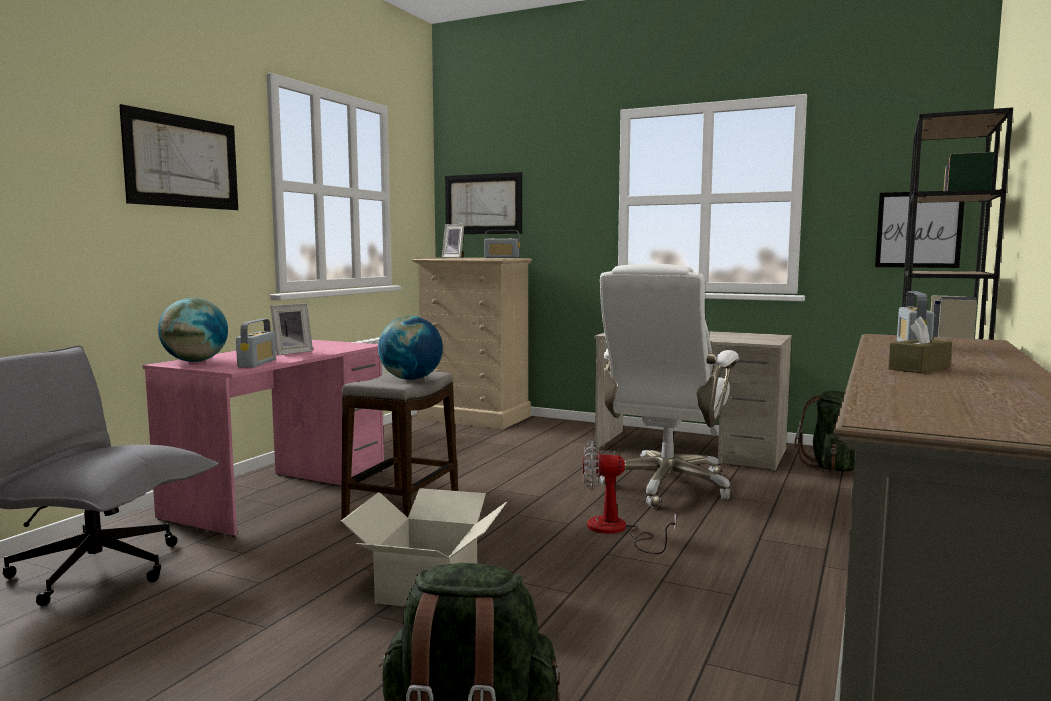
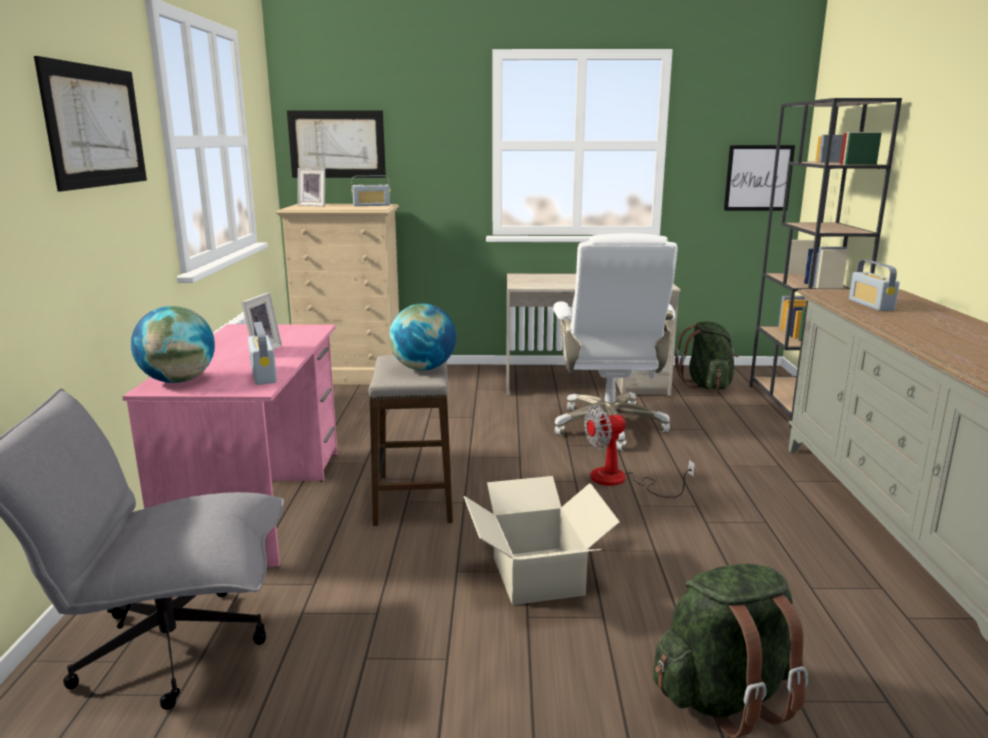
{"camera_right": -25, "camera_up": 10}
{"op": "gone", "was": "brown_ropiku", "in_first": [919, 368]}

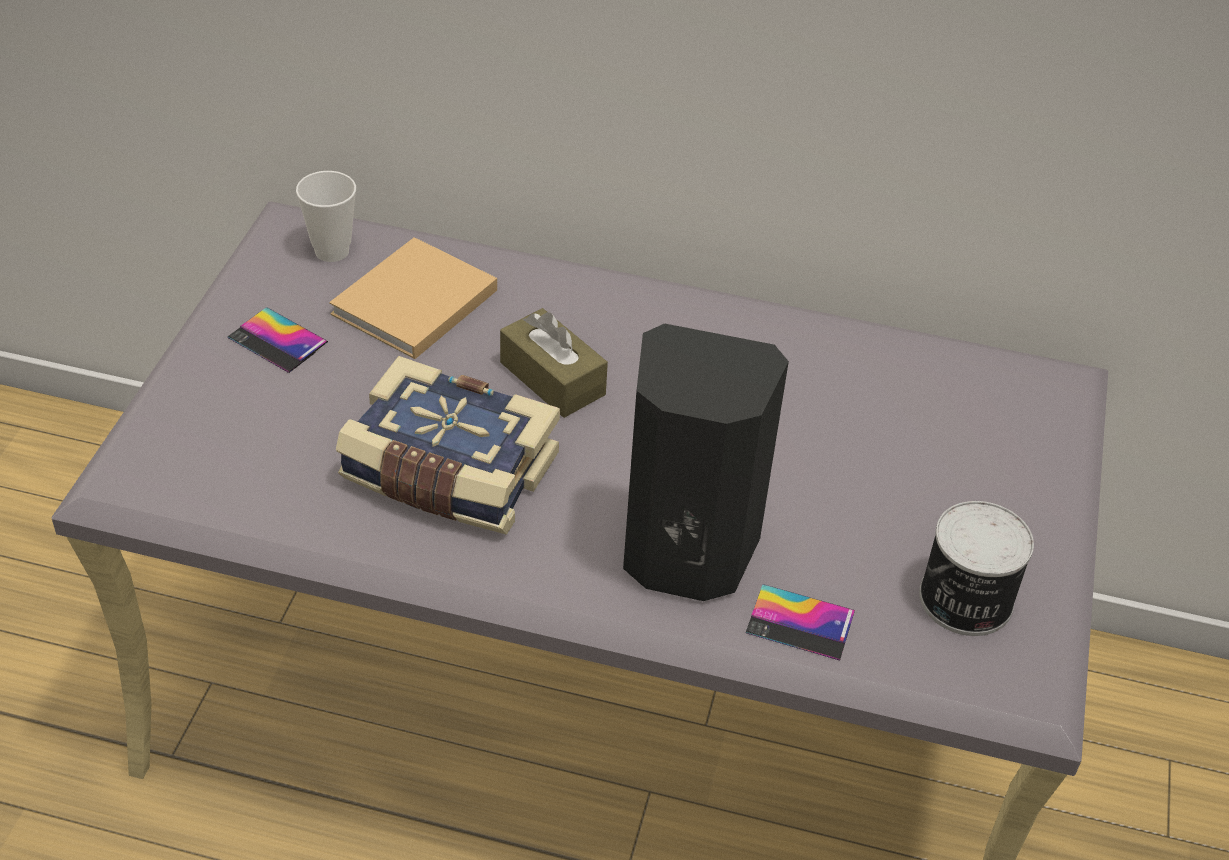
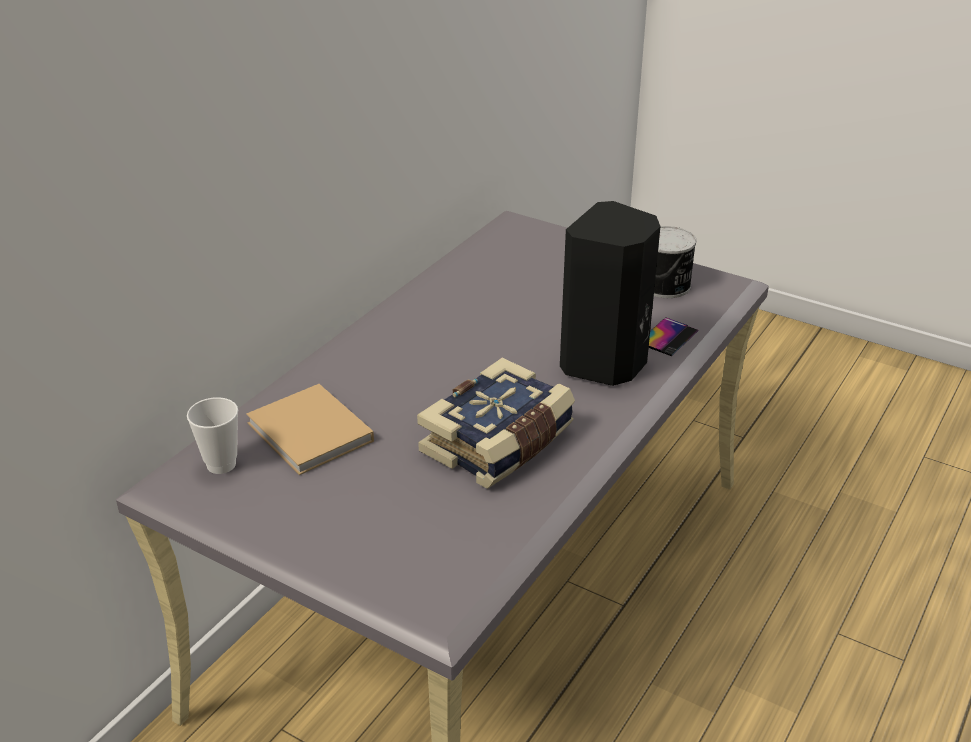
{"camera_right": -70, "camera_up": -10}
{"op": "gone", "was": "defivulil", "in_first": [277, 340]}
{"op": "gone", "was": "brown_ropiku", "in_first": [552, 378]}

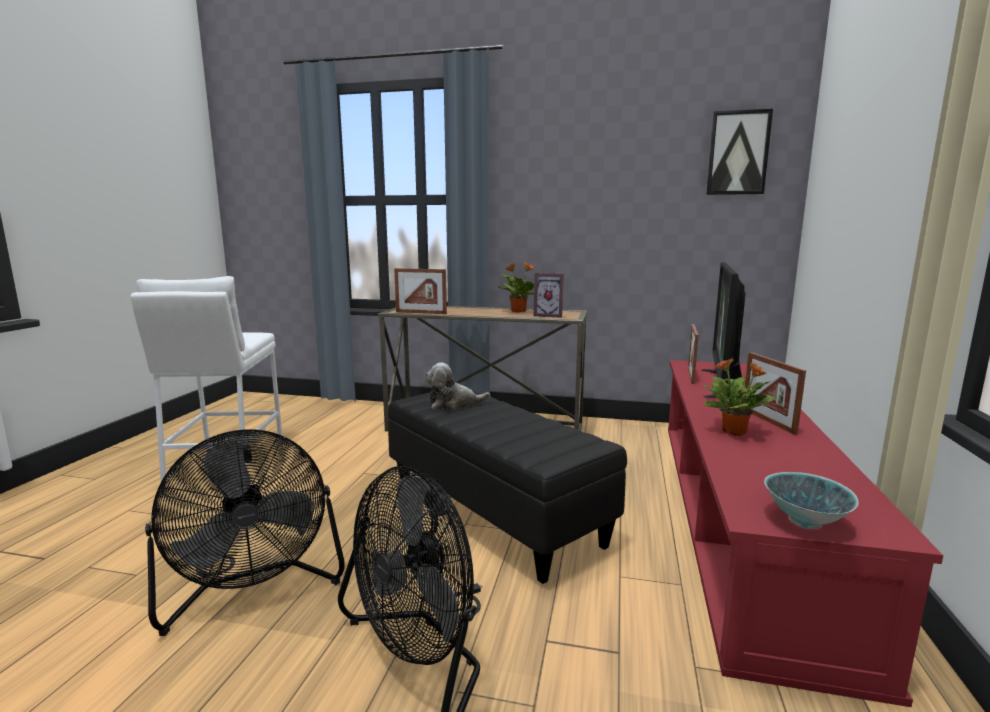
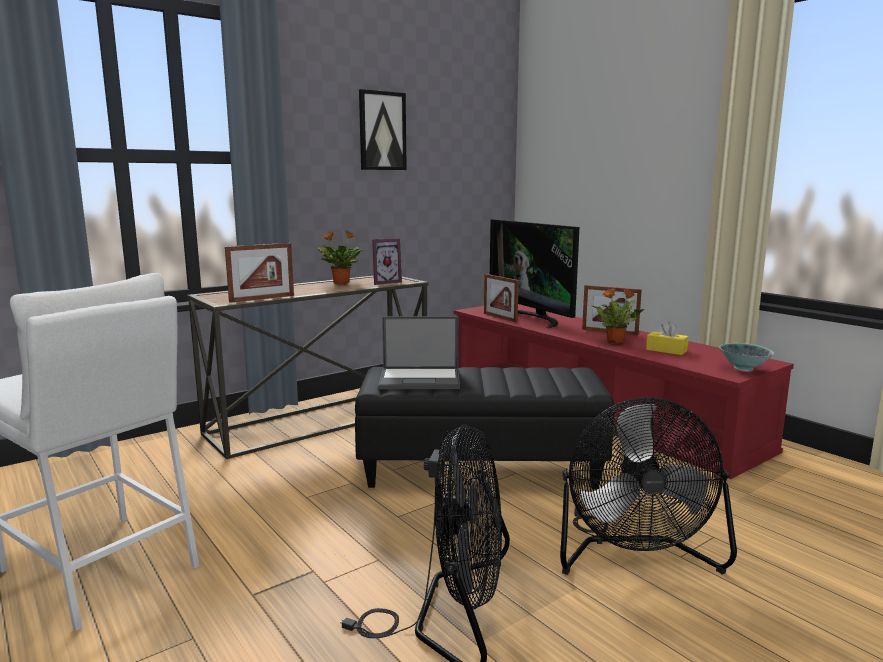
{"camera_right": -50, "camera_up": 0}
{"op": "shifted", "was": "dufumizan", "in_first": [737, 153], "in_second": [382, 131]}
{"op": "swapped", "was": "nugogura", "now": "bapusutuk", "in_first": [453, 404], "in_second": [421, 379]}
{"op": "new", "now": "yellow_ropiku", "in_second": [666, 350]}

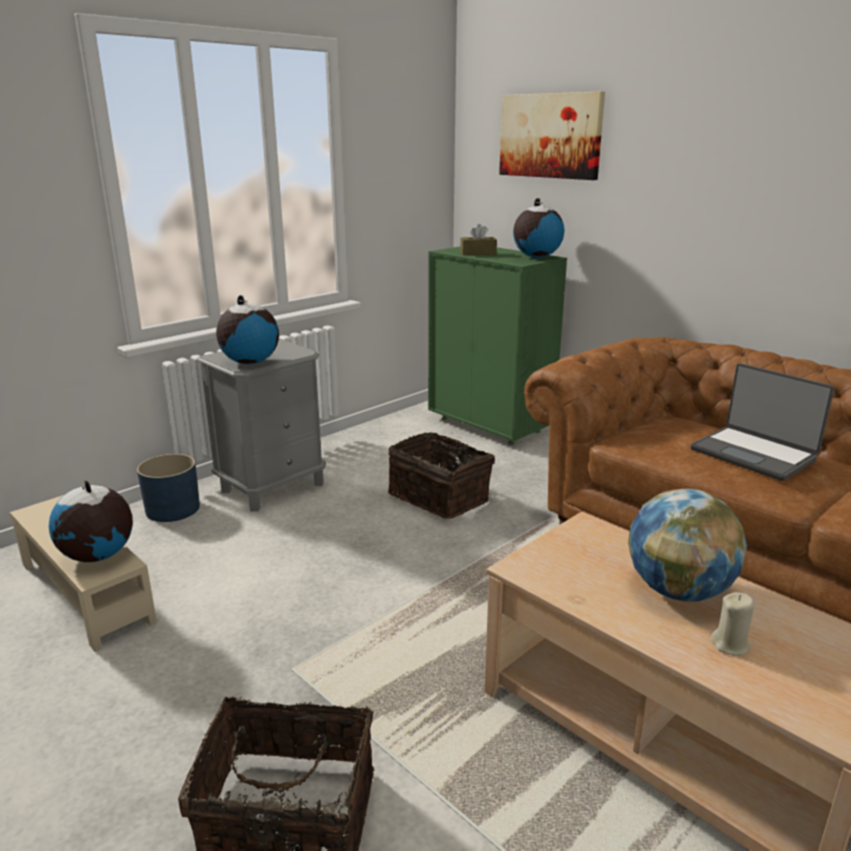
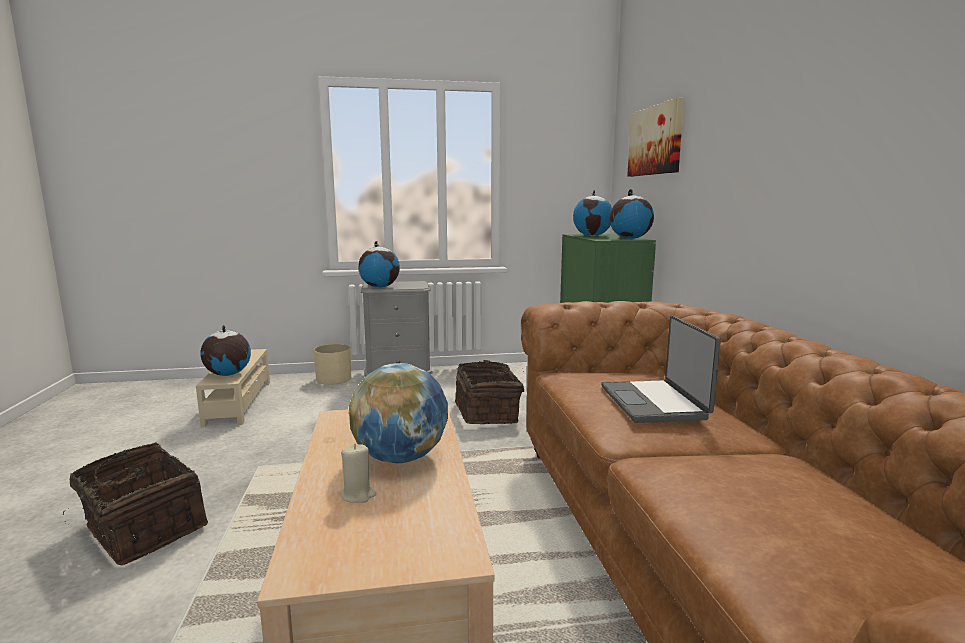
{"camera_right": 35, "camera_up": -10}
{"op": "swapped", "was": "brown_ropiku", "now": "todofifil", "in_first": [478, 253], "in_second": [592, 236]}
{"op": "repainted", "was": "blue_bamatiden", "now": "beige_bamatiden", "in_first": [173, 509], "in_second": [334, 379]}

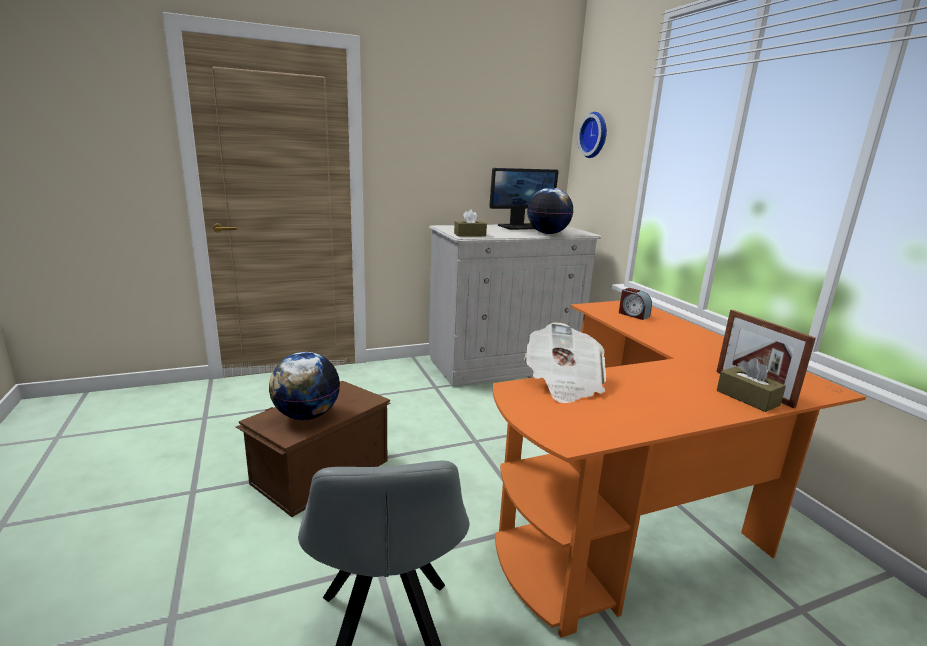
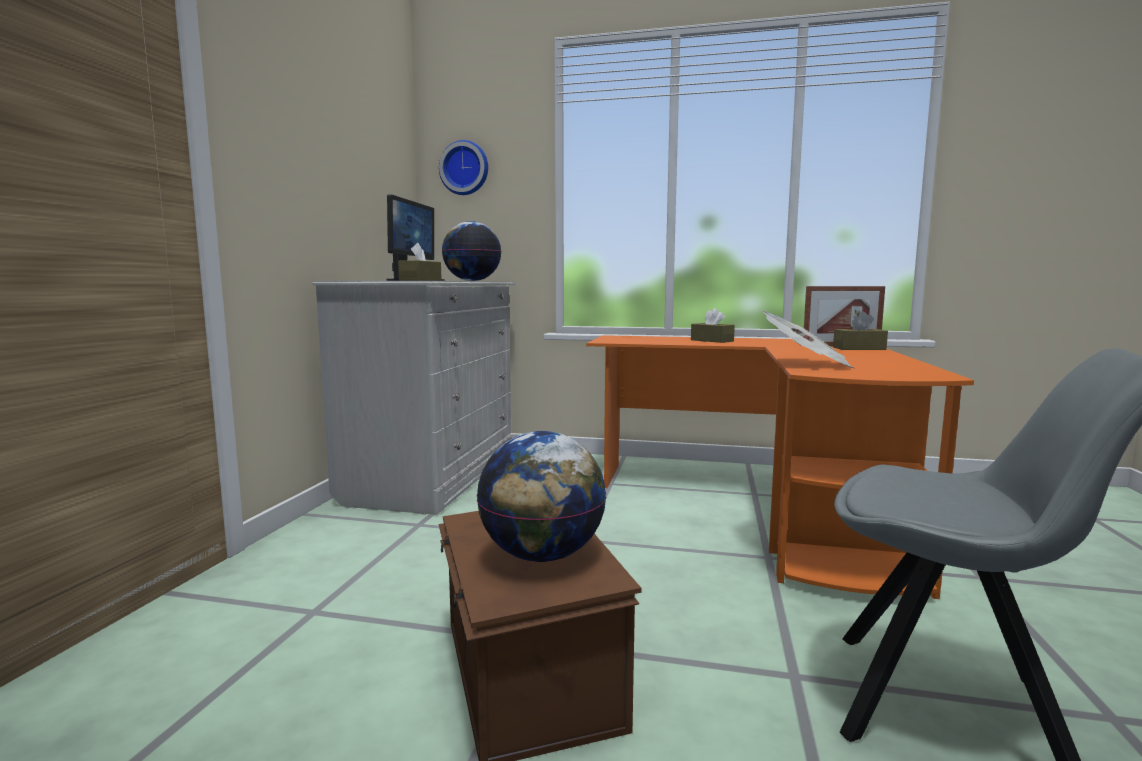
{"camera_right": -55, "camera_up": -10}
{"op": "gone", "was": "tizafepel", "in_first": [633, 315]}
{"op": "new", "now": "brown_ropiku", "in_second": [712, 340]}

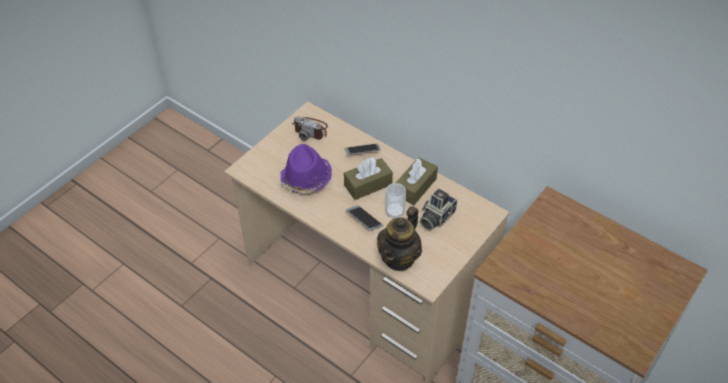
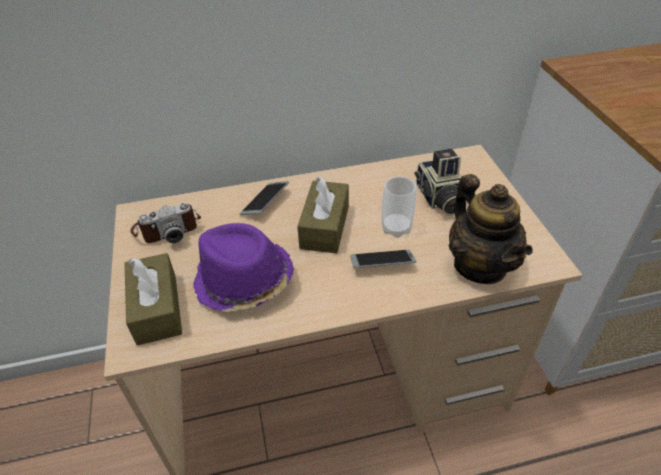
{"camera_right": -50, "camera_up": -5}
{"op": "shifted", "was": "brown_ropiku", "in_first": [415, 187], "in_second": [157, 308]}

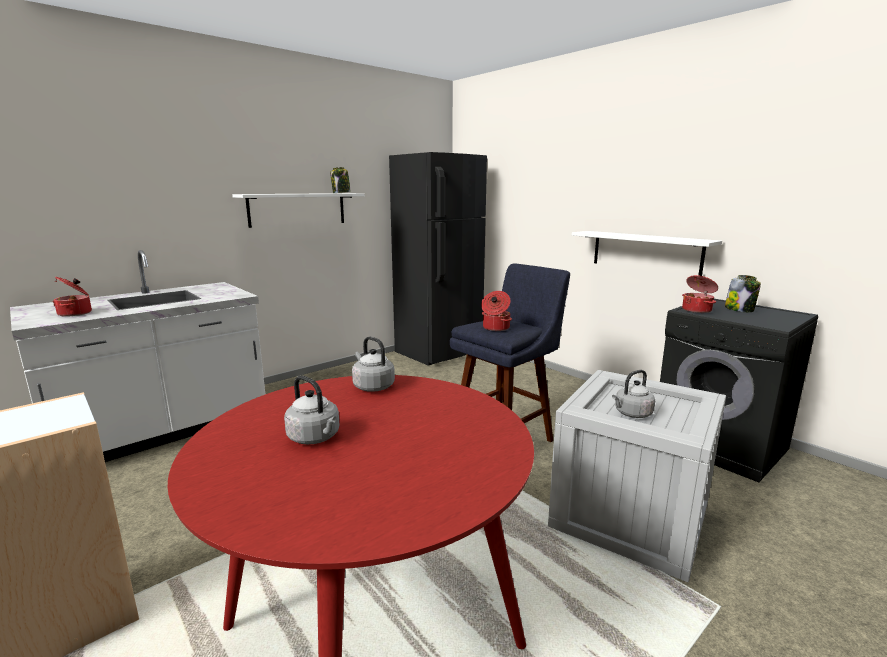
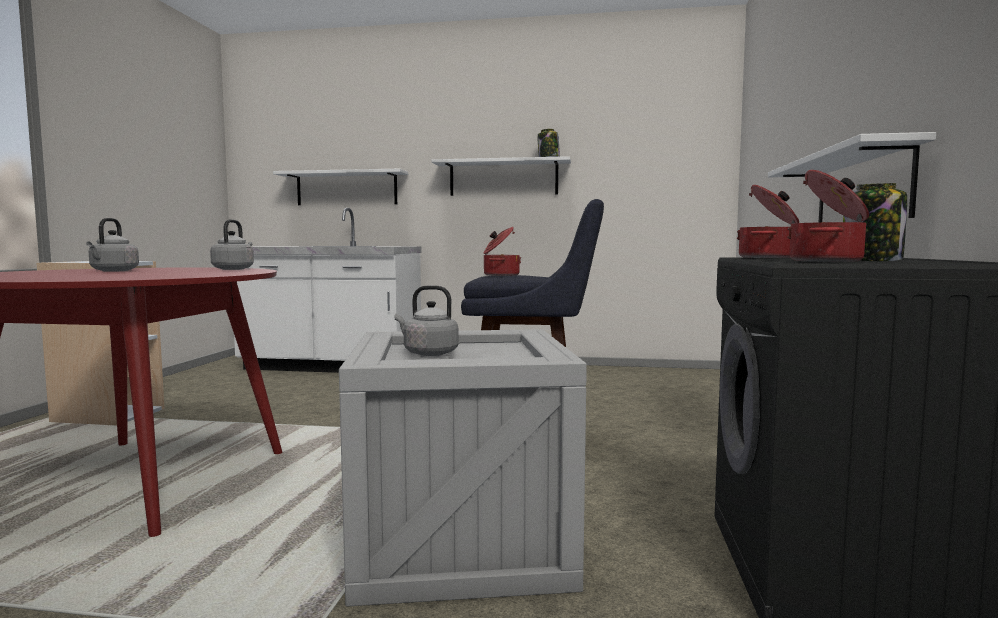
{"camera_right": 50, "camera_up": -10}
{"op": "gone", "was": "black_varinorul", "in_first": [439, 352]}
{"op": "shifted", "was": "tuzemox", "in_first": [76, 313], "in_second": [828, 261]}
{"op": "new", "now": "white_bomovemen", "in_second": [346, 188]}

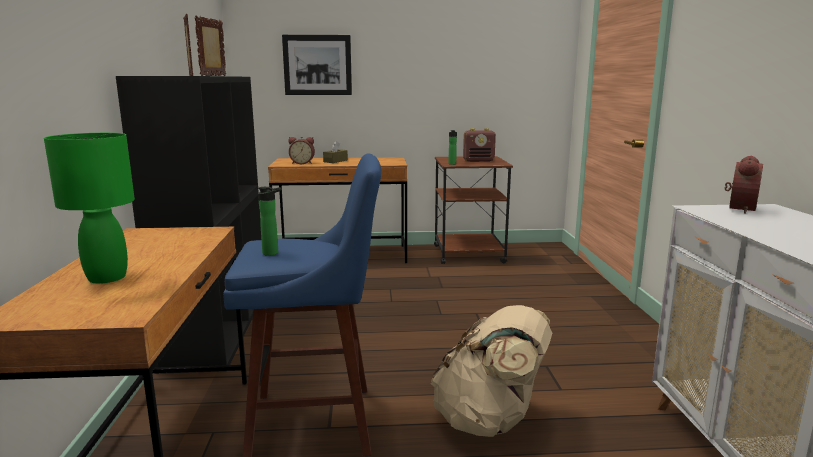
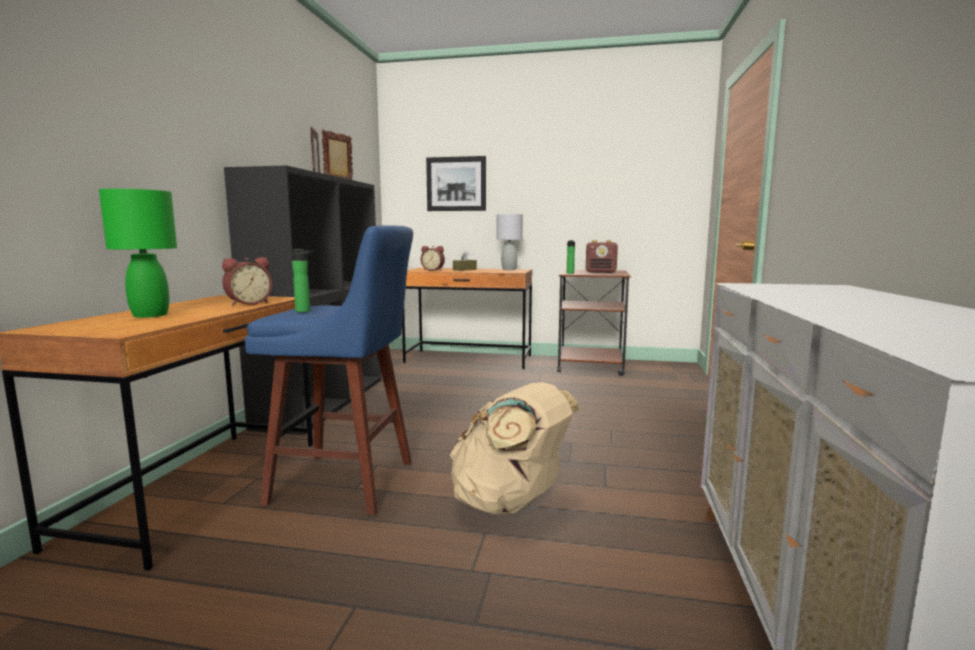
{"camera_right": 15, "camera_up": -5}
{"op": "shifted", "was": "tizafepel", "in_first": [738, 209], "in_second": [248, 303]}
{"op": "new", "now": "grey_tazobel", "in_second": [508, 269]}

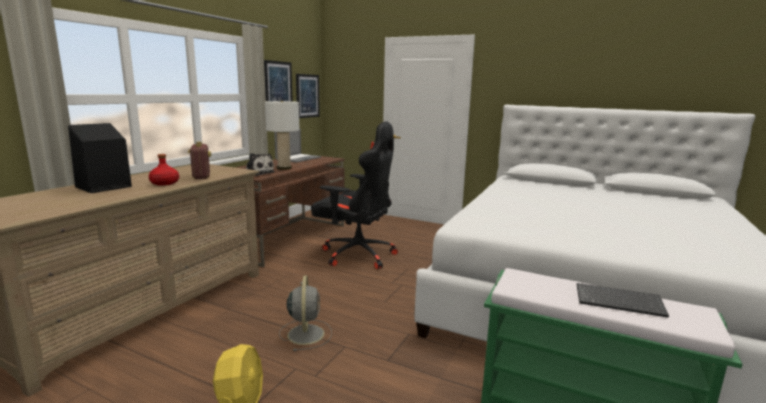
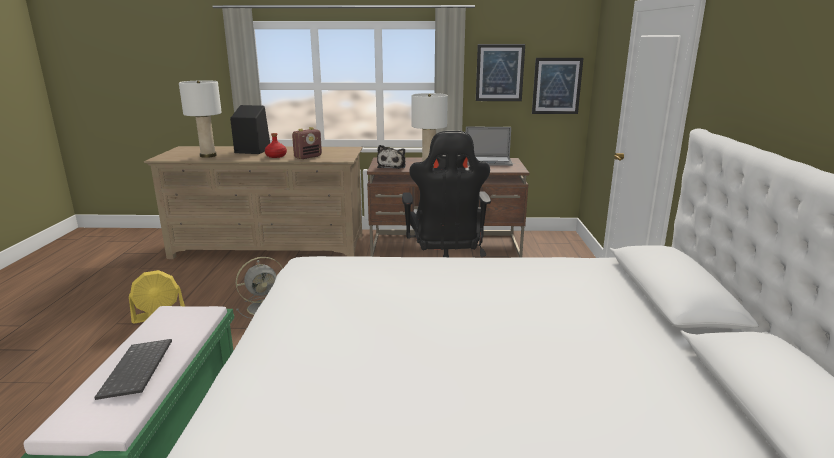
{"camera_right": 65, "camera_up": 5}
{"op": "new", "now": "white_tazobel", "in_second": [208, 156]}

